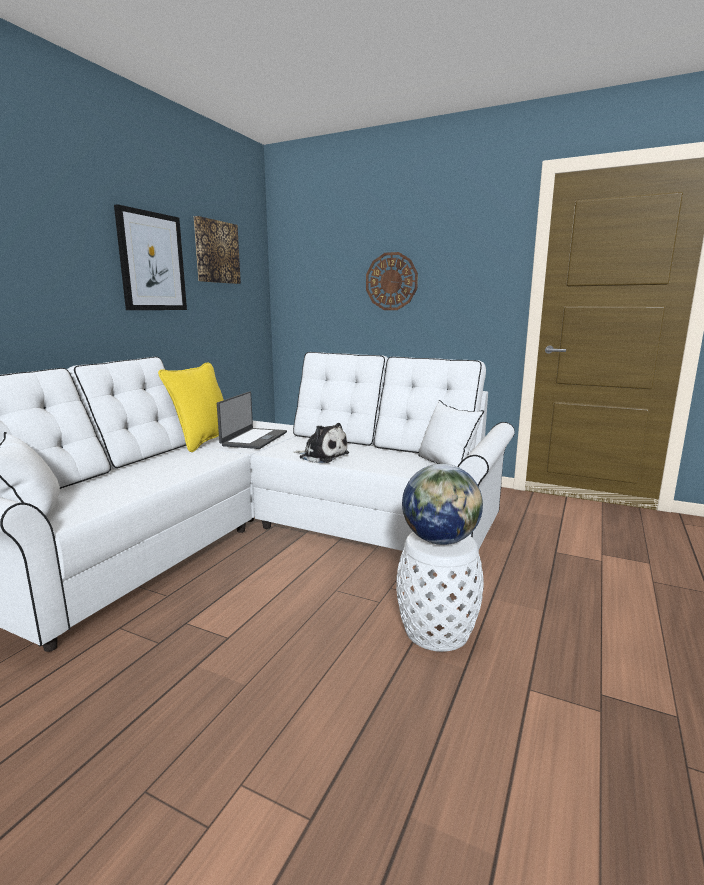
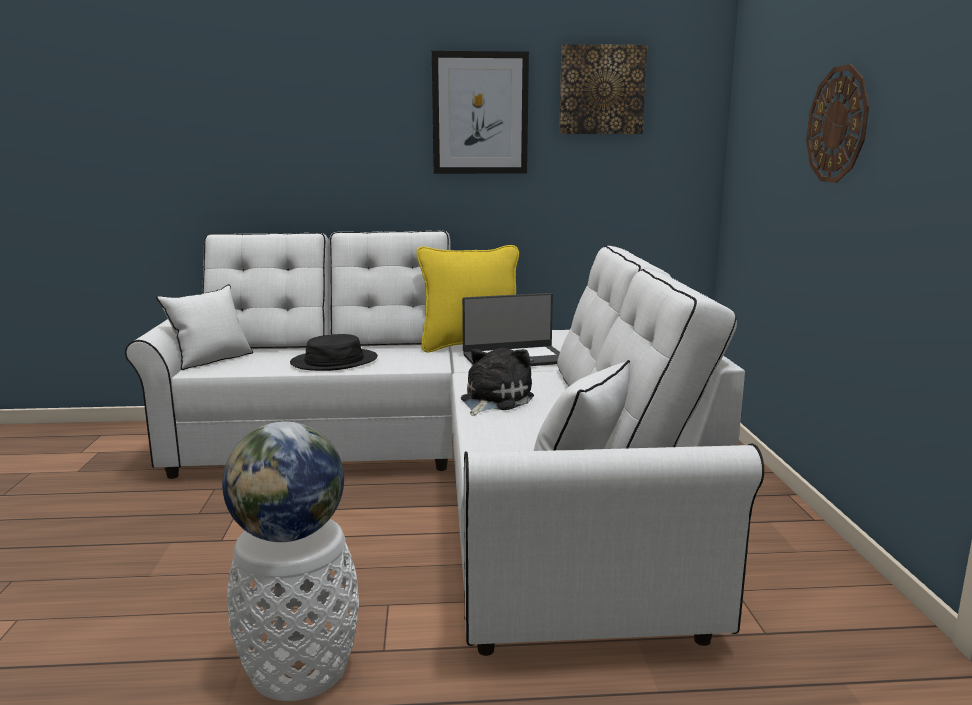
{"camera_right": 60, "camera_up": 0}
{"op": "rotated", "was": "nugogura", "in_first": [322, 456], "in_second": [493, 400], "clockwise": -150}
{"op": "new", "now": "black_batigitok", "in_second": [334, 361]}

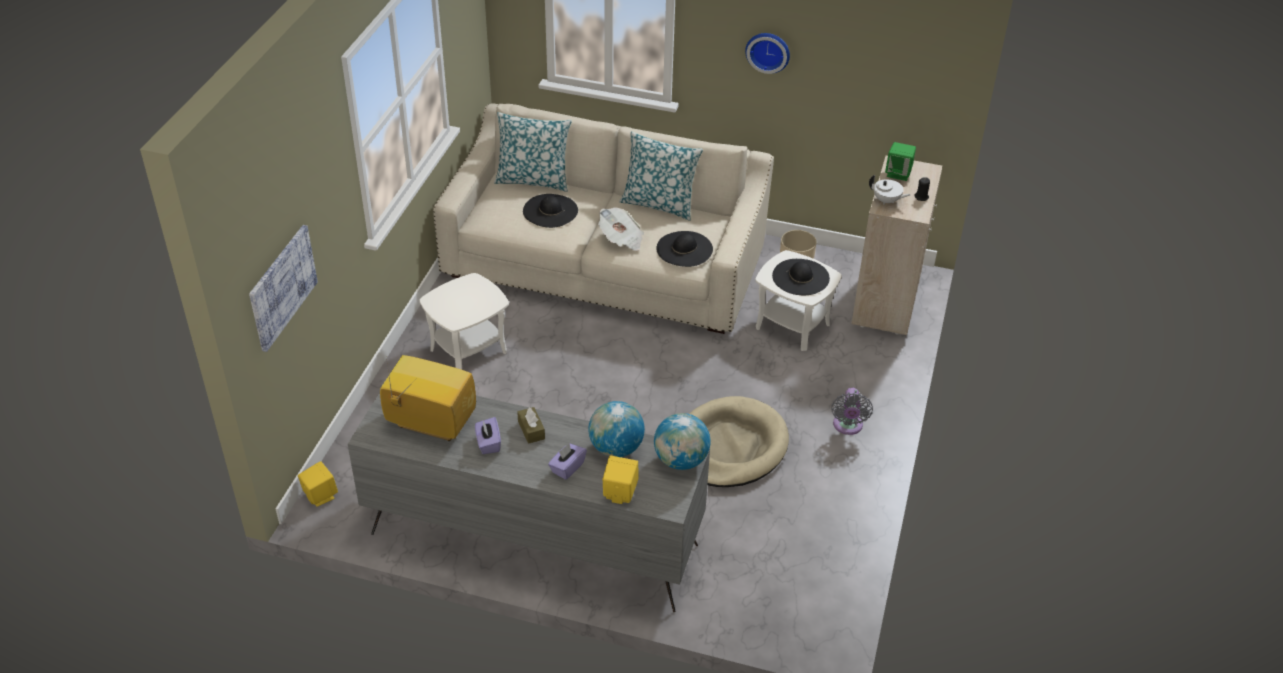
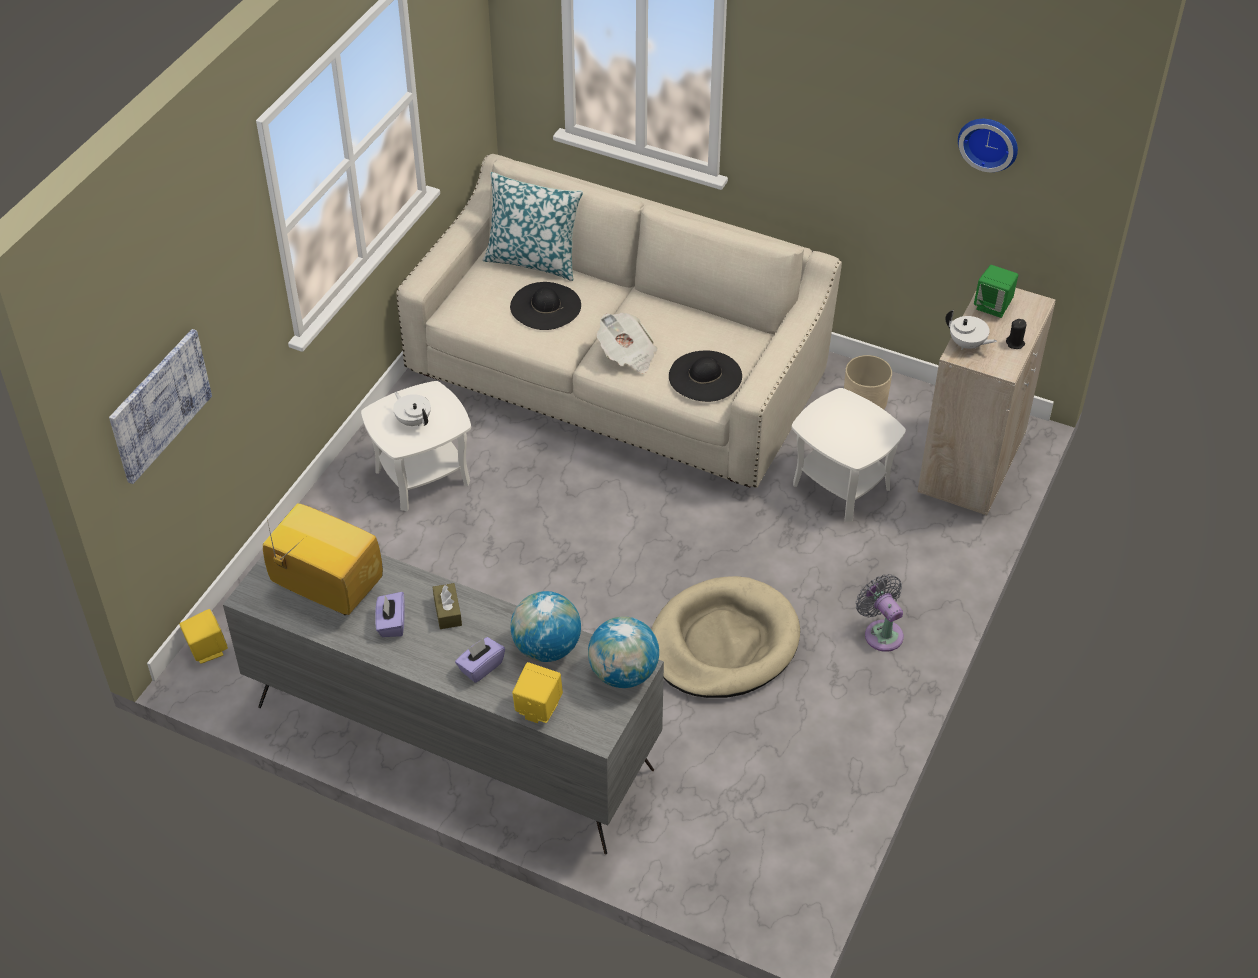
{"camera_right": 10, "camera_up": 5}
{"op": "shifted", "was": "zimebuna", "in_first": [768, 51], "in_second": [989, 142]}
{"op": "gone", "was": "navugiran", "in_first": [659, 204]}
{"op": "gone", "was": "black_batigitok", "in_first": [801, 277]}
{"op": "rotated", "was": "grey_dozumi", "in_first": [847, 426], "in_second": [881, 632], "clockwise": 135}
{"op": "new", "now": "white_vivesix", "in_second": [413, 420]}

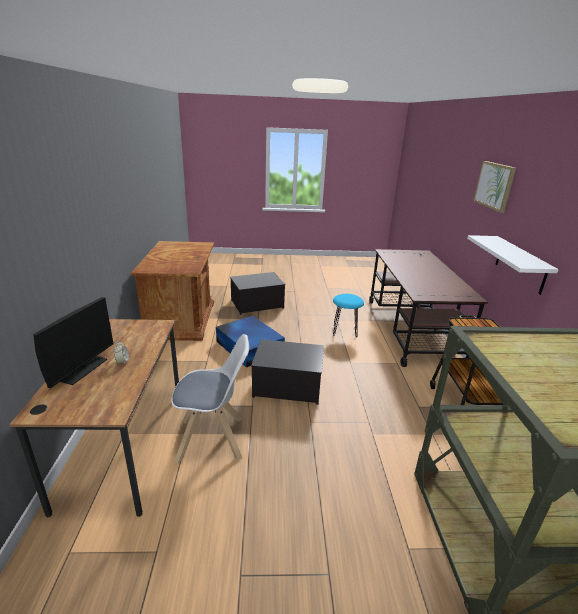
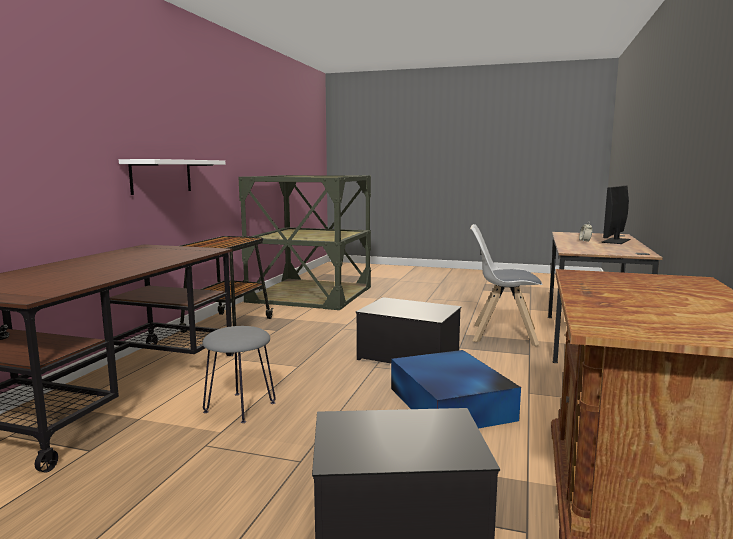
{"camera_right": -160, "camera_up": -15}
{"op": "gone", "was": "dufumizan", "in_first": [494, 185]}
{"op": "repainted", "was": "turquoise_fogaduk", "now": "grey_fogaduk", "in_first": [345, 331], "in_second": [240, 407]}

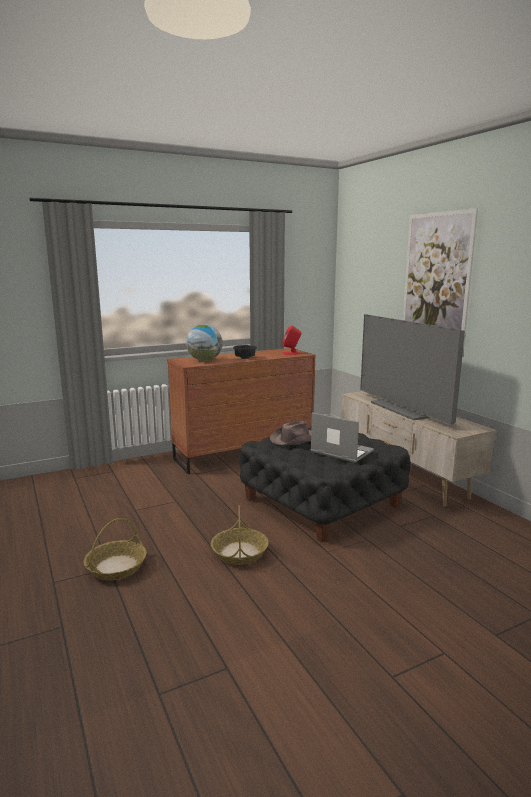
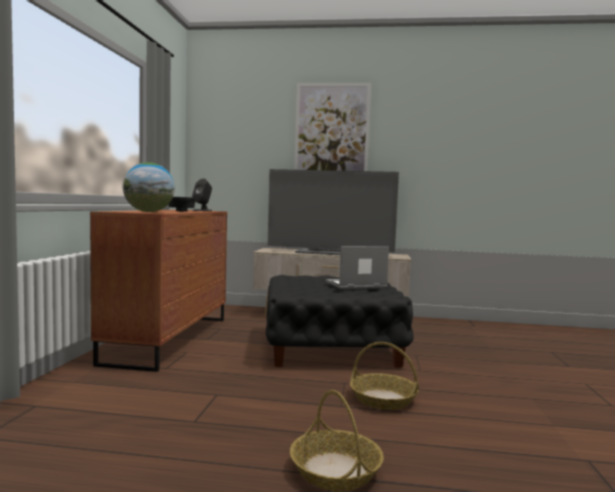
{"camera_right": -55, "camera_up": -10}
{"op": "repainted", "was": "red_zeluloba", "now": "black_zeluloba", "in_first": [291, 353], "in_second": [202, 210]}
{"op": "gone", "was": "brown_batigitok", "in_first": [294, 439]}

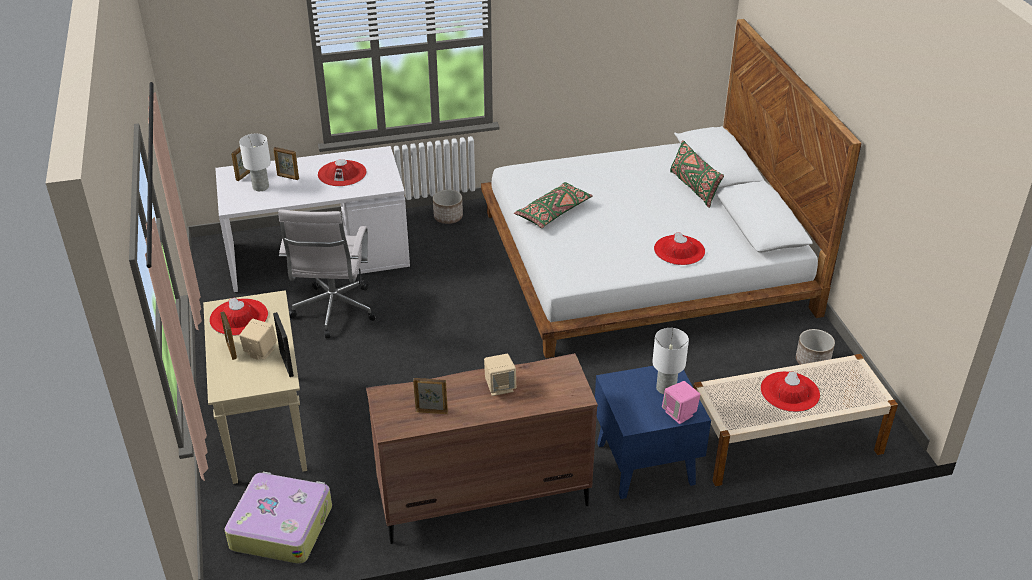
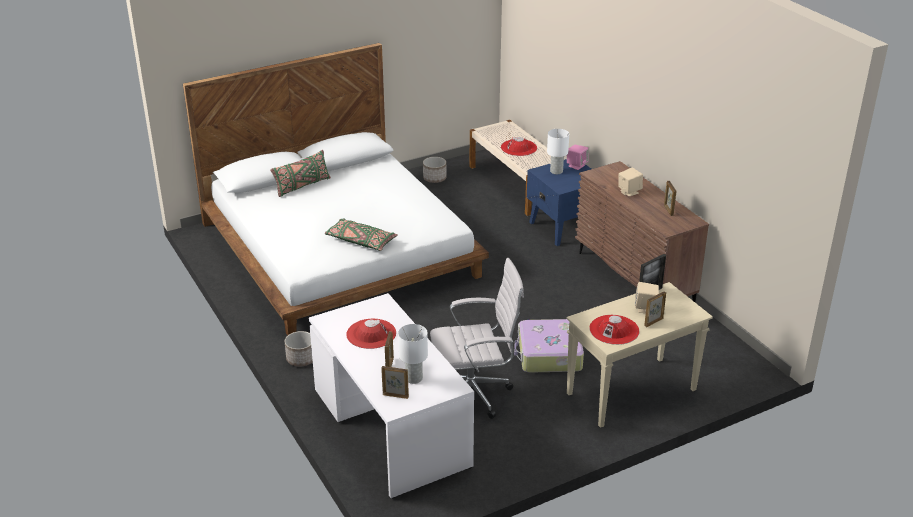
{"camera_right": -105, "camera_up": -5}
{"op": "gone", "was": "red_batigitok", "in_first": [679, 250]}
{"op": "shifted", "was": "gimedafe", "in_first": [281, 526], "in_second": [548, 355]}

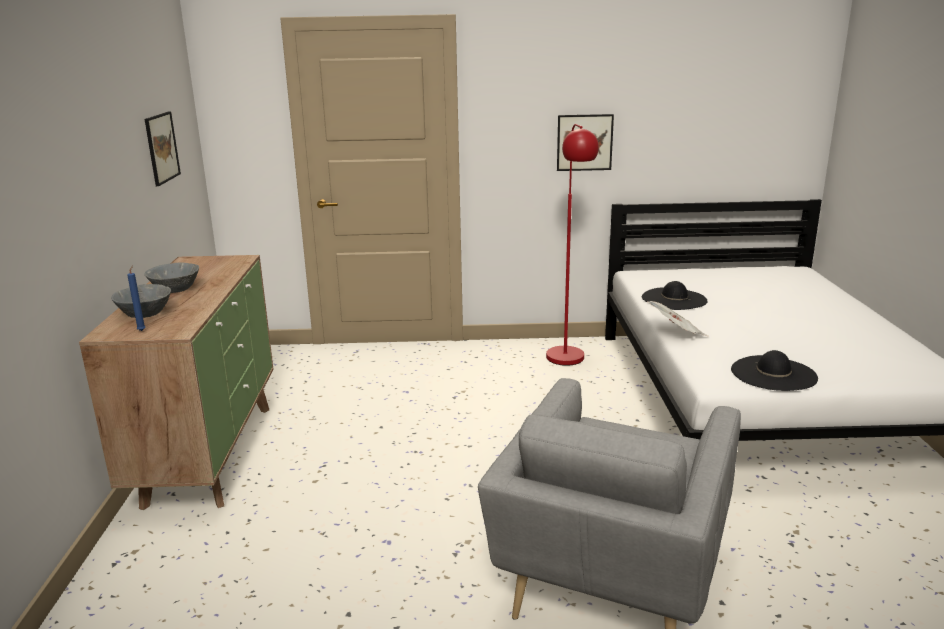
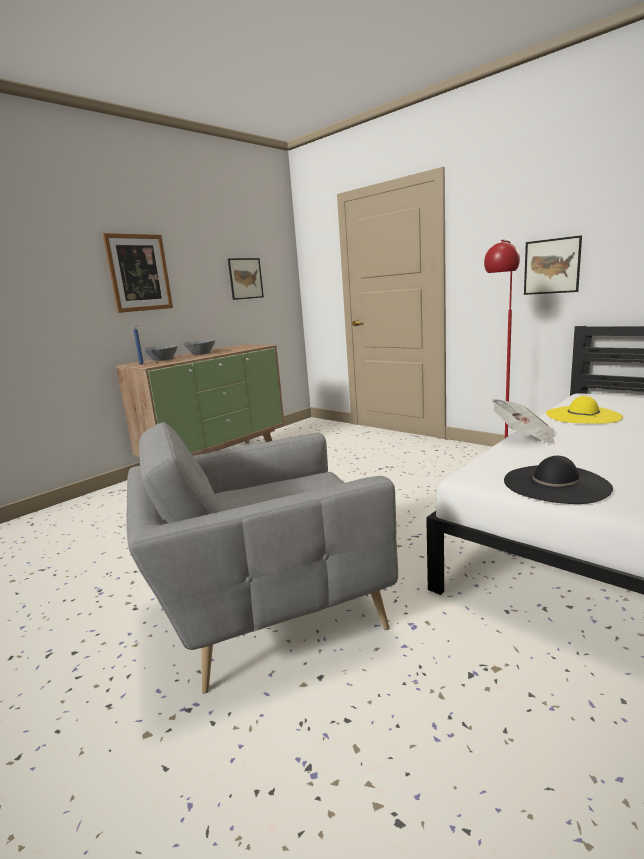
{"camera_right": 45, "camera_up": -5}
{"op": "repainted", "was": "black_batigitok", "now": "yellow_batigitok", "in_first": [674, 299], "in_second": [583, 415]}
{"op": "new", "now": "dufumizan", "in_second": [139, 273]}

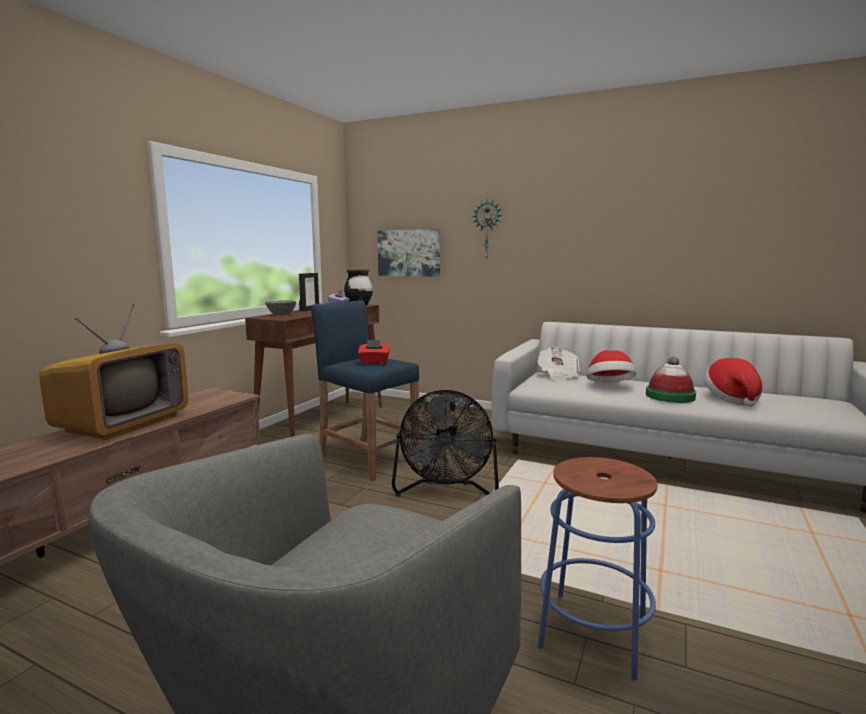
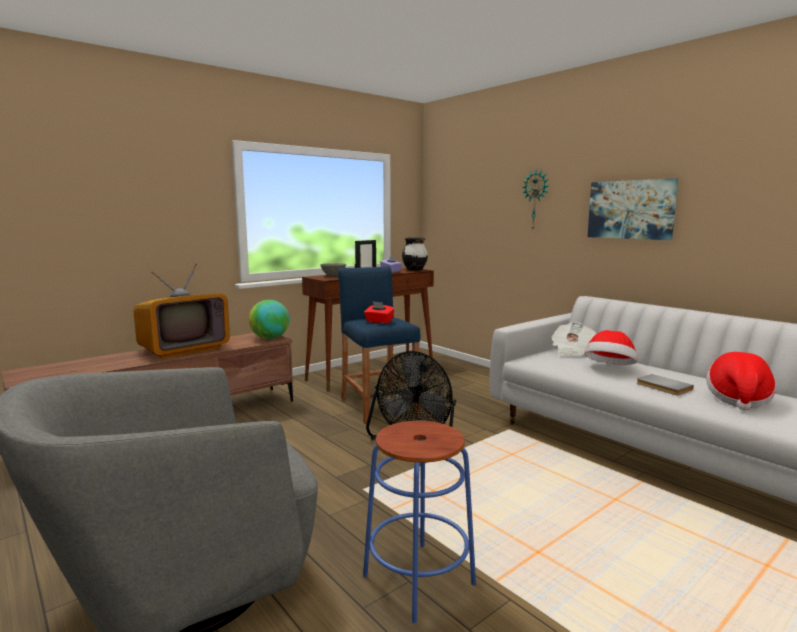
{"camera_right": 25, "camera_up": 0}
{"op": "shifted", "was": "dufumizan", "in_first": [409, 253], "in_second": [630, 209]}
{"op": "swapped", "was": "batigitok", "now": "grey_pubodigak", "in_first": [670, 396], "in_second": [662, 387]}
{"op": "new", "now": "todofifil", "in_second": [270, 338]}

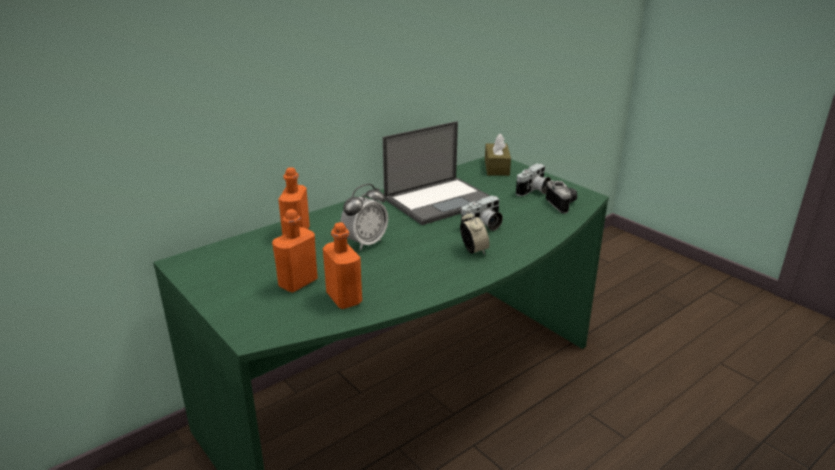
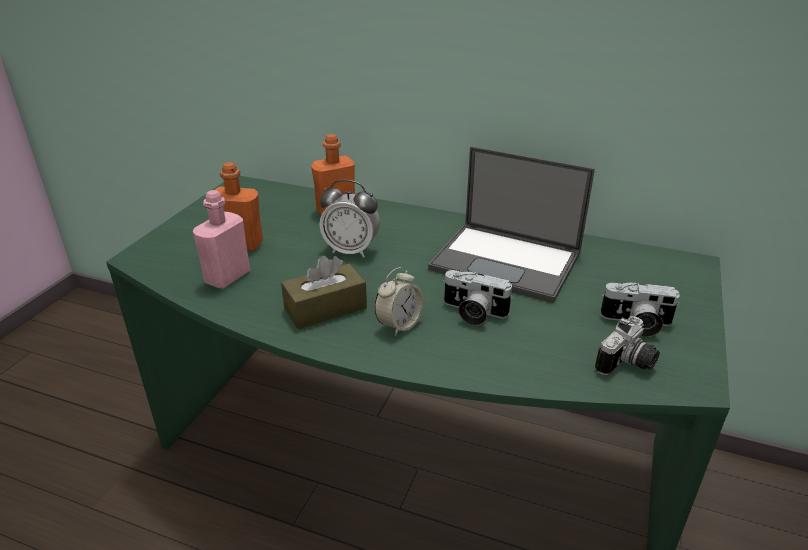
{"camera_right": 60, "camera_up": 5}
{"op": "shifted", "was": "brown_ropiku", "in_first": [496, 167], "in_second": [325, 308]}
{"op": "repainted", "was": "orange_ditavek", "now": "pink_ditavek", "in_first": [344, 298], "in_second": [227, 277]}

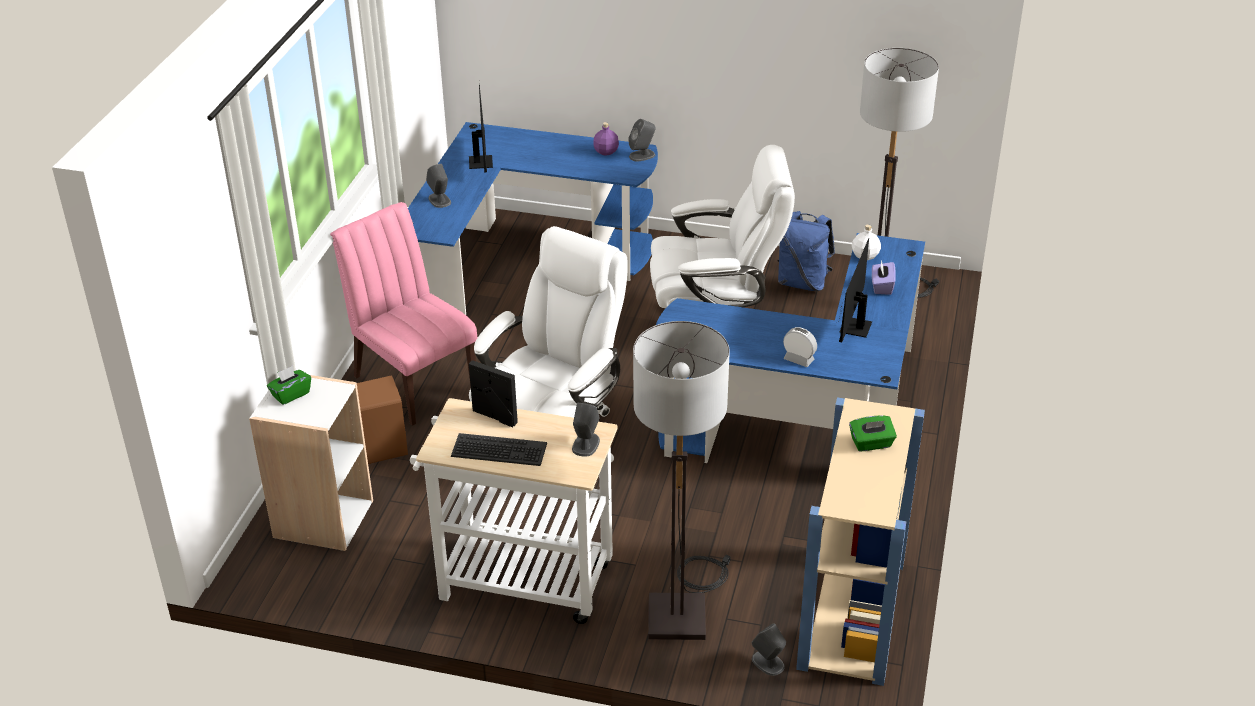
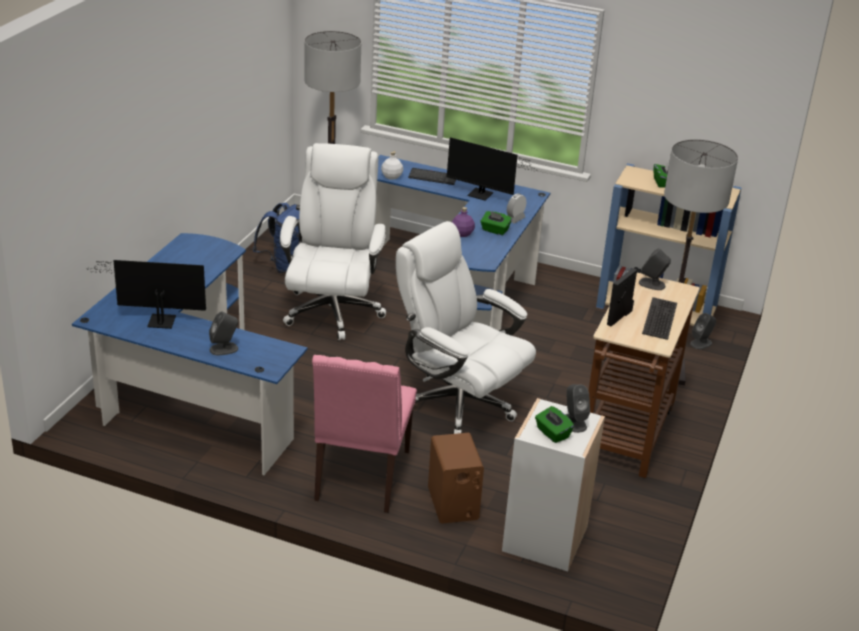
{"camera_right": -85, "camera_up": -5}
{"op": "shifted", "was": "grey_zeluloba", "in_first": [642, 155], "in_second": [574, 422]}
{"op": "shifted", "was": "purple_ditavek", "in_first": [605, 151], "in_second": [462, 234]}
{"op": "rotated", "was": "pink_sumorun", "in_first": [415, 384], "in_second": [362, 474], "clockwise": -45}
{"op": "swapped", "was": "purple_ropiku", "now": "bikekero", "in_first": [882, 286], "in_second": [433, 177]}
{"op": "repainted", "was": "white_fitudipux", "now": "brown_fitudipux", "in_first": [523, 582], "in_second": [626, 435]}
{"op": "new", "now": "green_ropiku", "in_second": [495, 230]}

